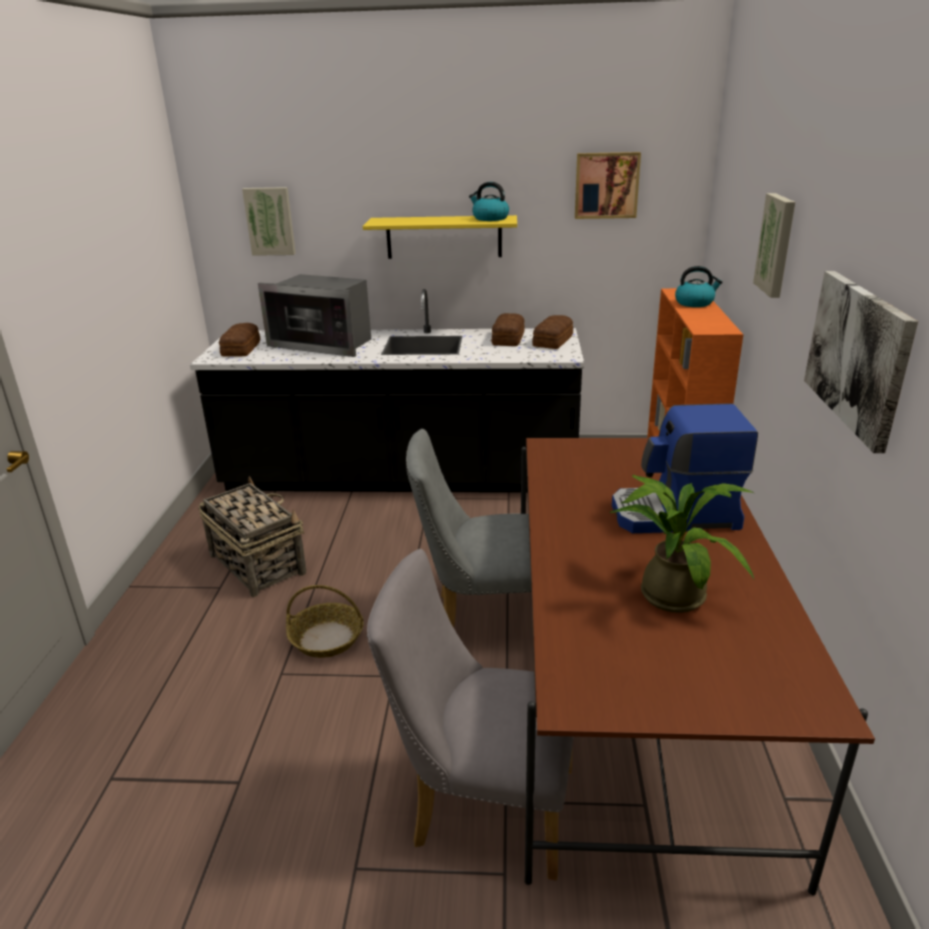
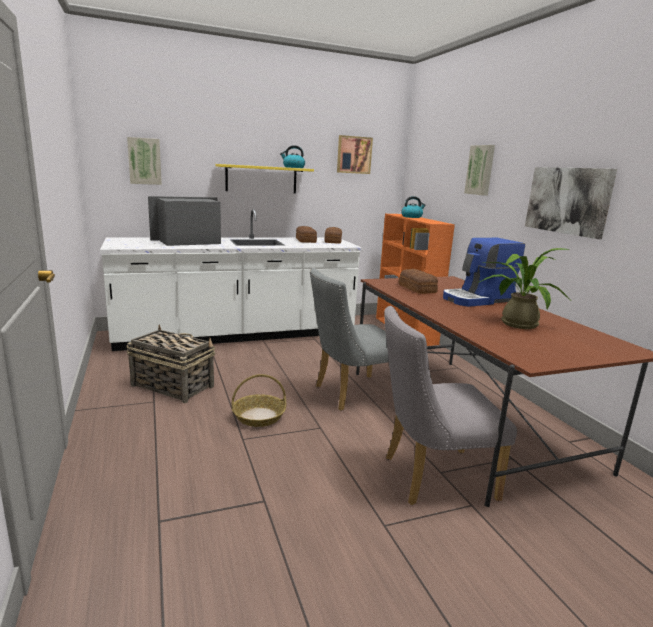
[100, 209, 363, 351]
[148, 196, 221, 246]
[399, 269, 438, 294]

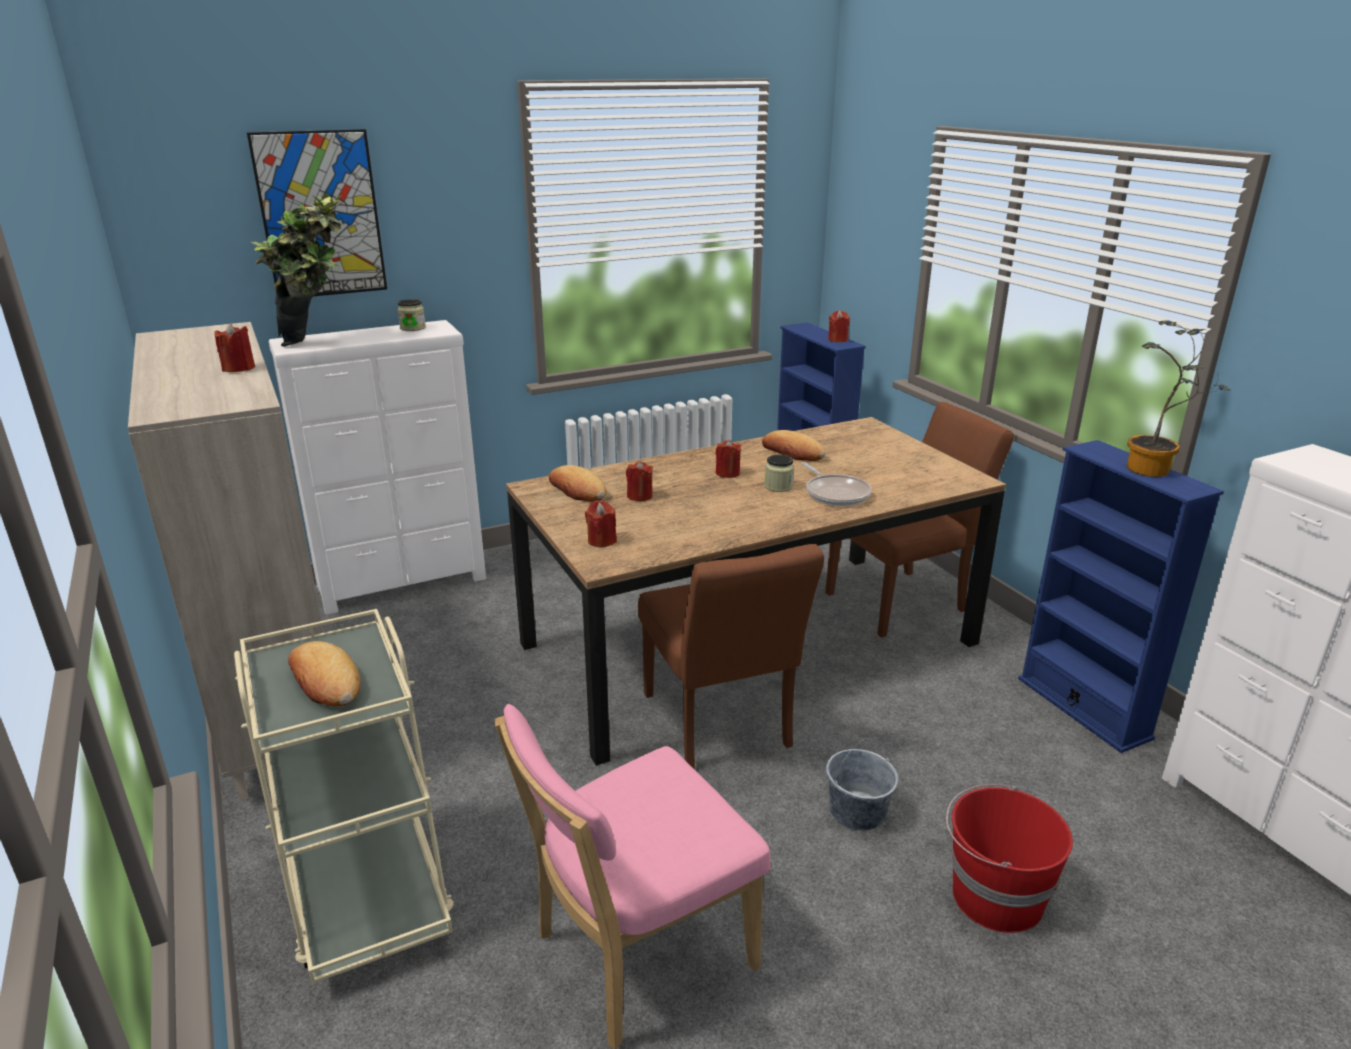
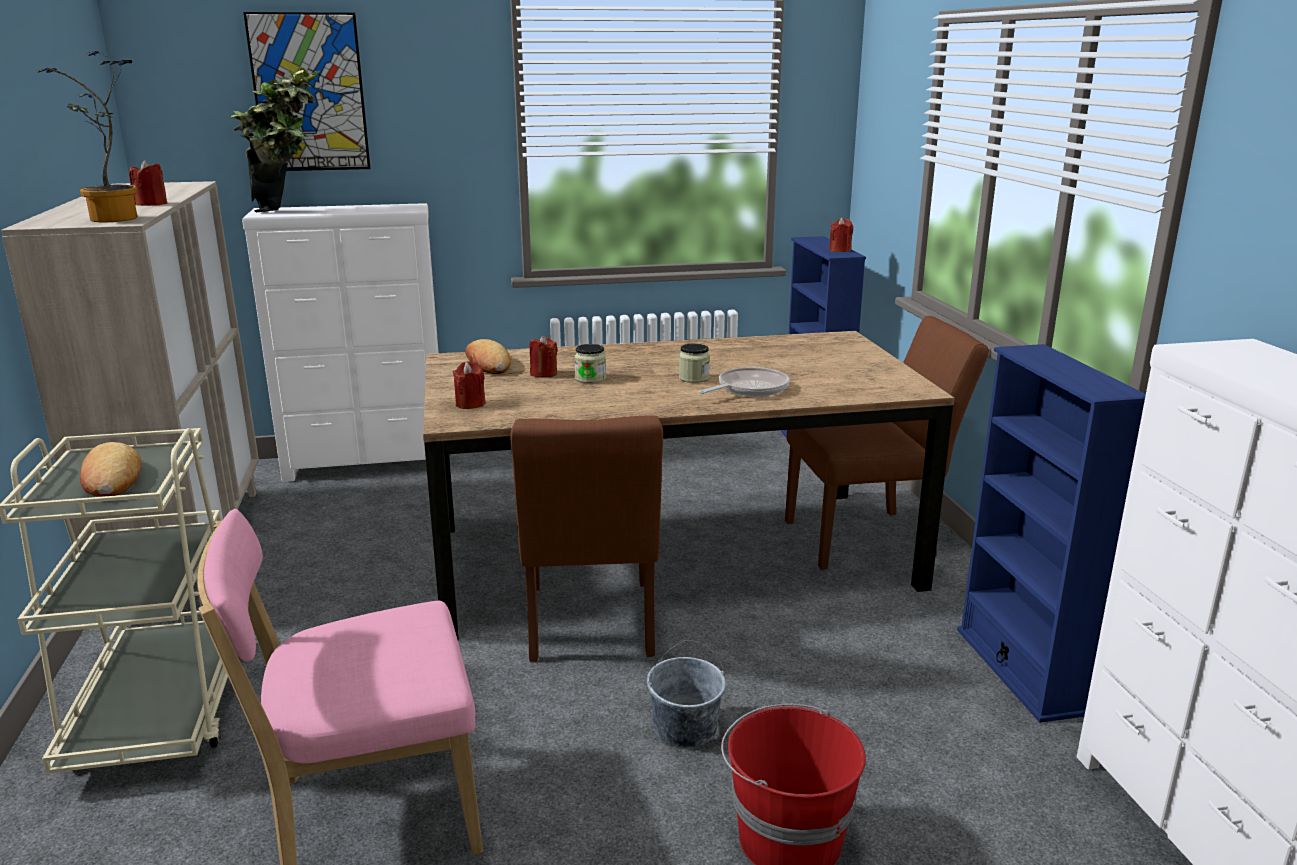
[36, 51, 138, 222]
[575, 344, 606, 383]
[699, 367, 790, 396]
[716, 440, 741, 478] (first image)
[762, 430, 826, 461] (first image)

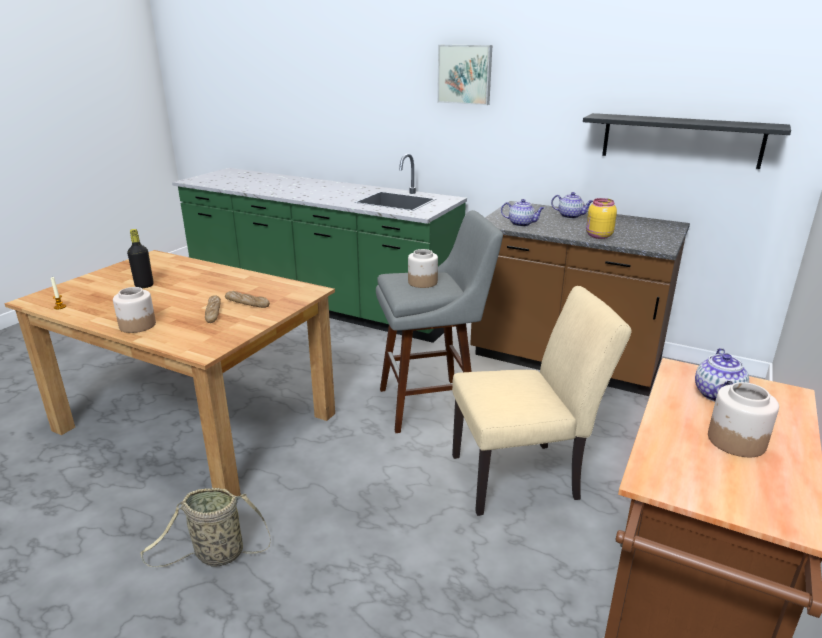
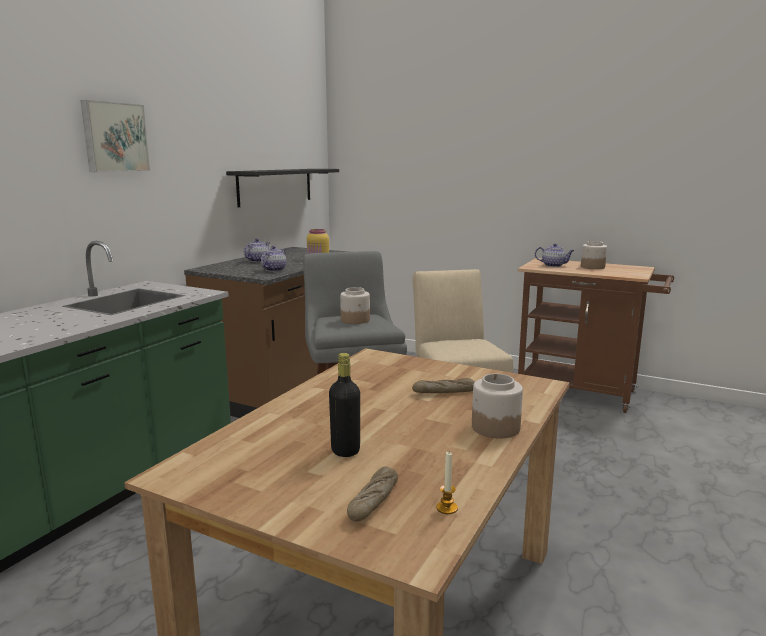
[347, 466, 398, 522]
[140, 488, 271, 567] (first image)

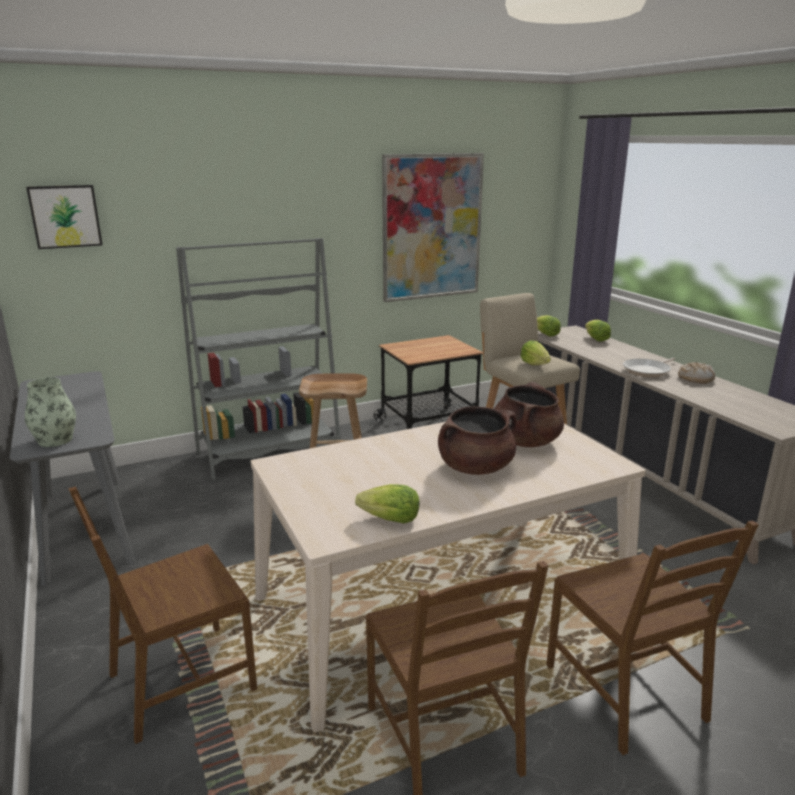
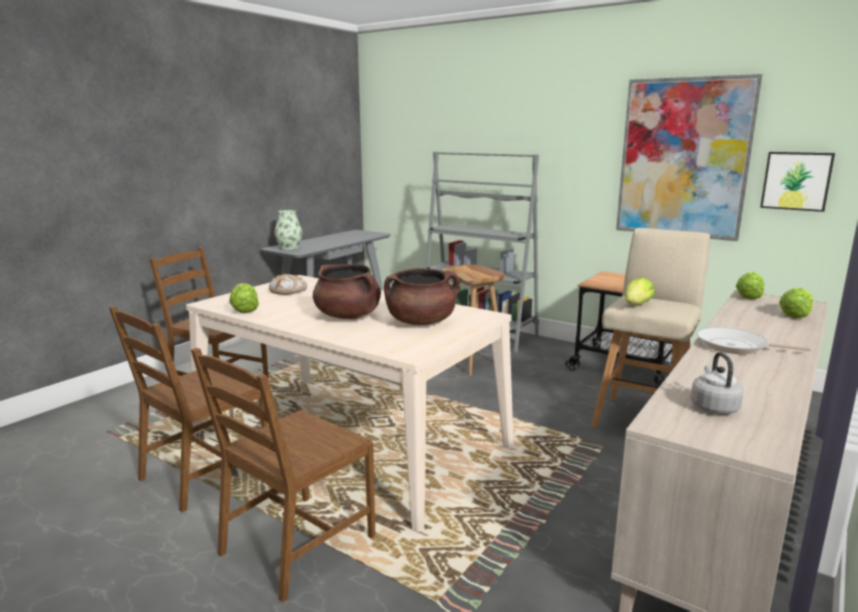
[269, 274, 307, 295]
[691, 352, 744, 415]
[760, 152, 835, 212]

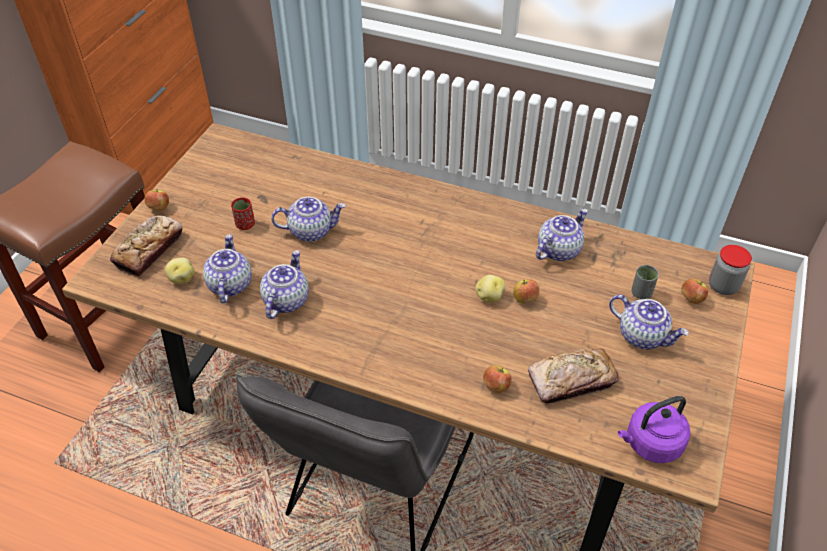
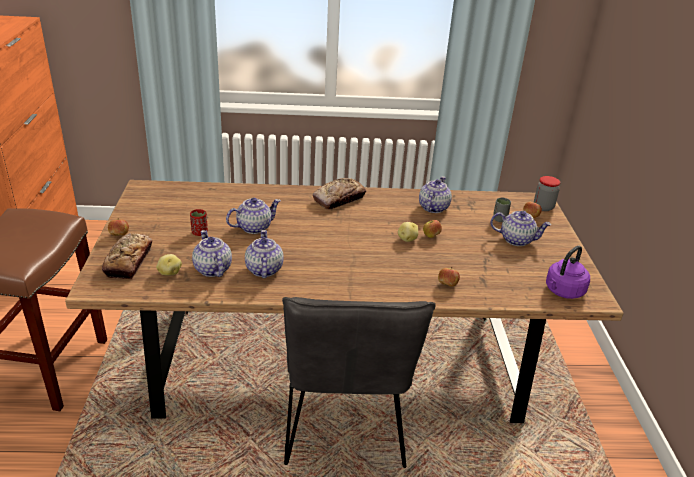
[313, 178, 366, 210]

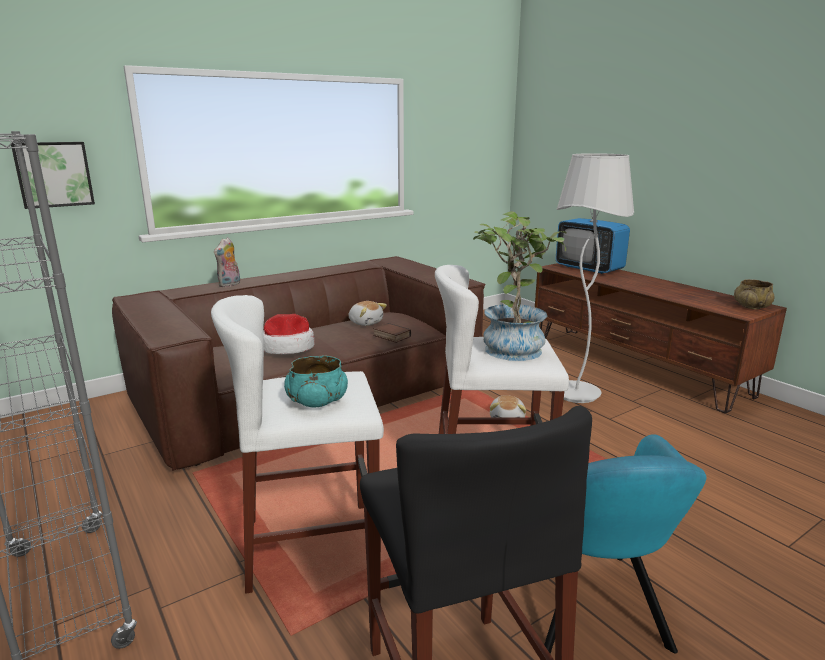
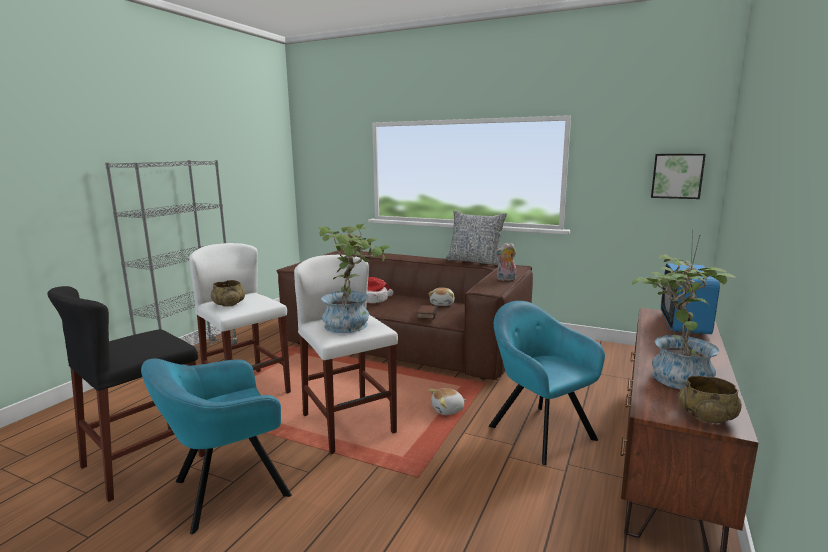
[211, 280, 245, 307]
[445, 210, 507, 265]
[489, 301, 605, 465]
[495, 243, 516, 281]
[632, 254, 736, 390]
[651, 154, 706, 199]

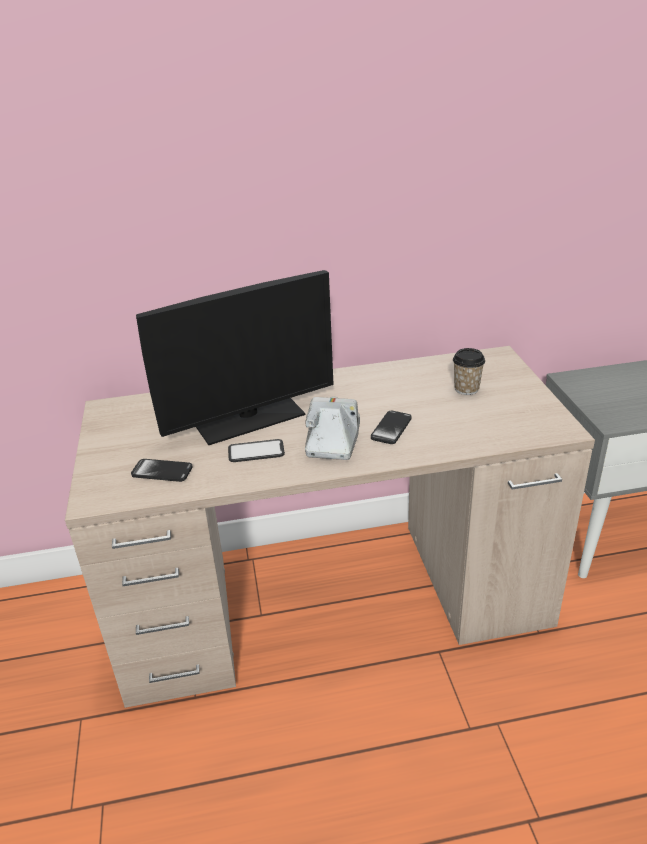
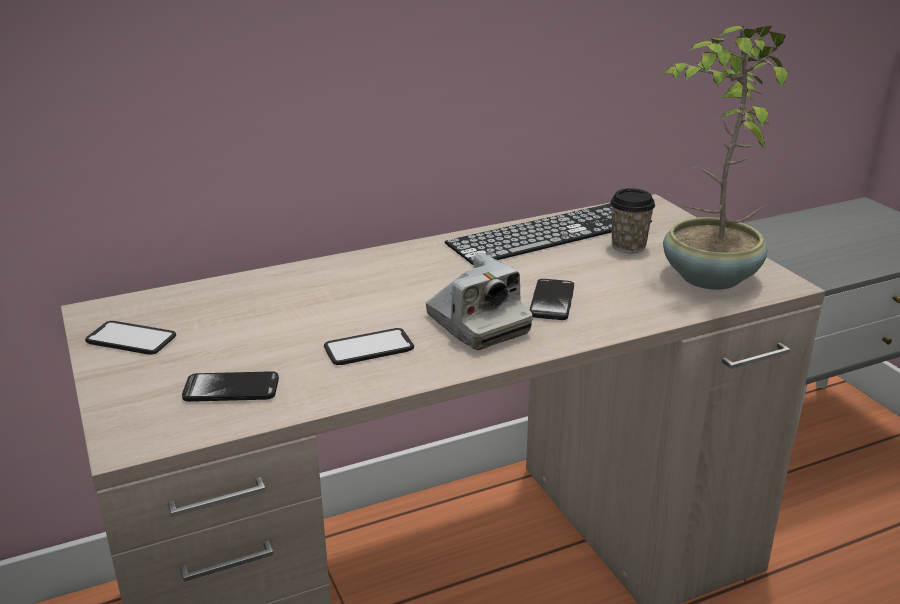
[85, 321, 176, 355]
[426, 253, 533, 350]
[445, 204, 652, 266]
[663, 25, 788, 290]
[136, 270, 334, 445] (first image)

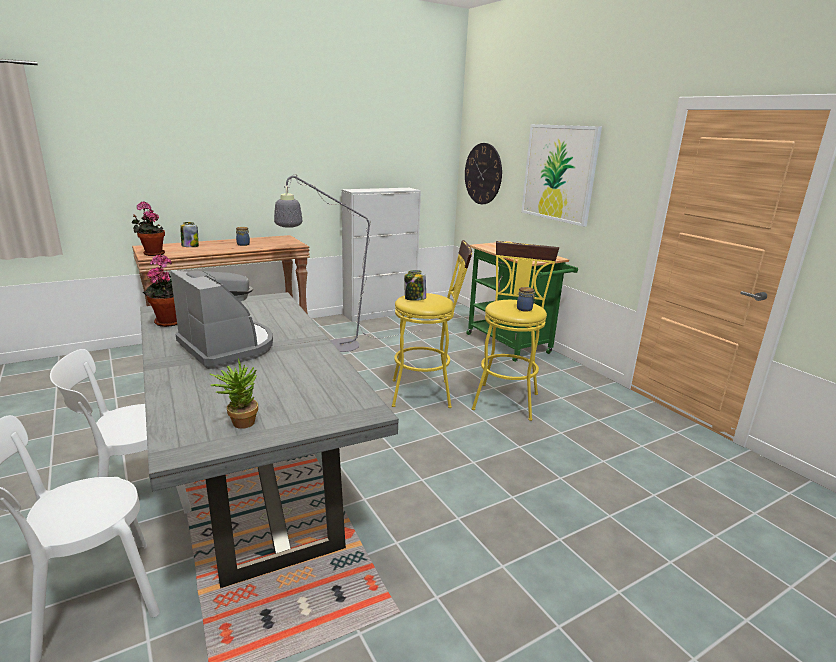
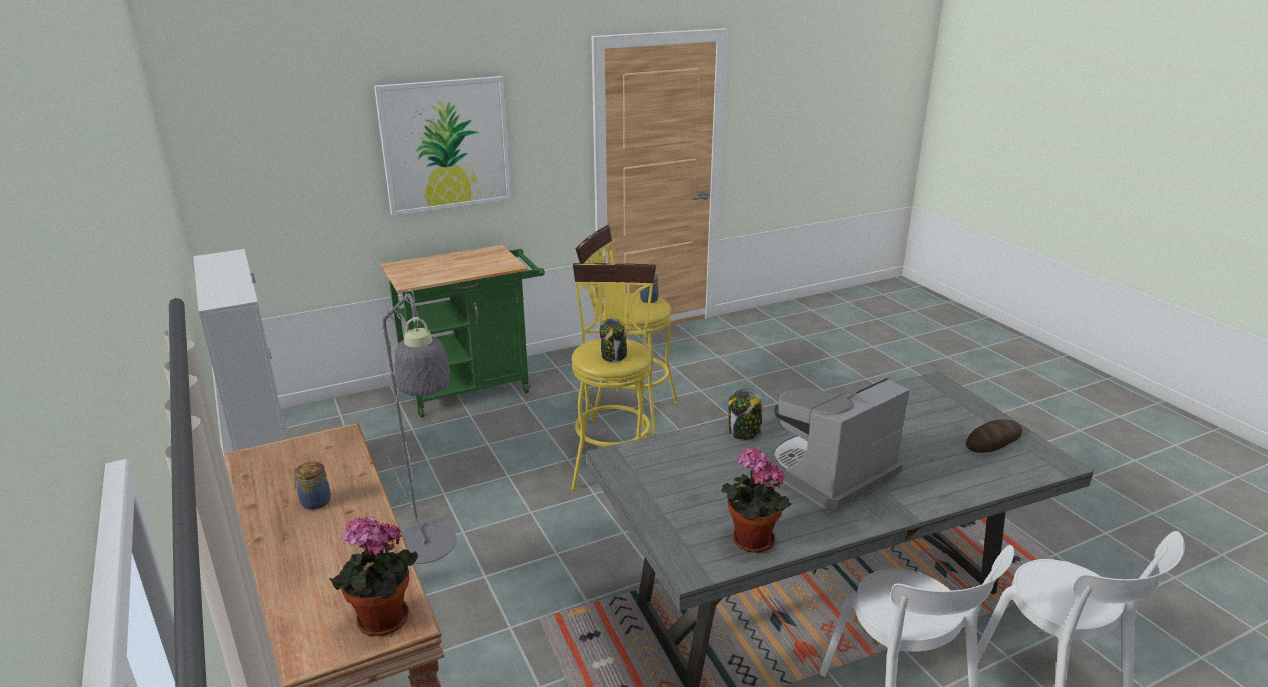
[728, 389, 763, 440]
[966, 419, 1022, 453]
[465, 143, 502, 204] (first image)

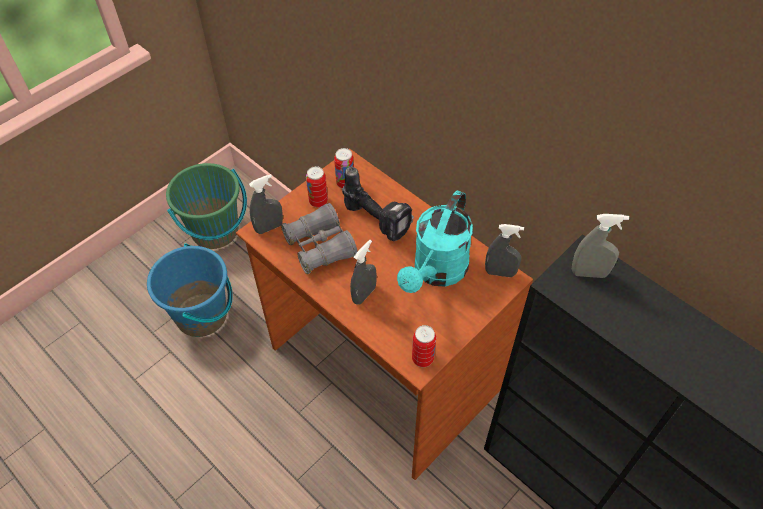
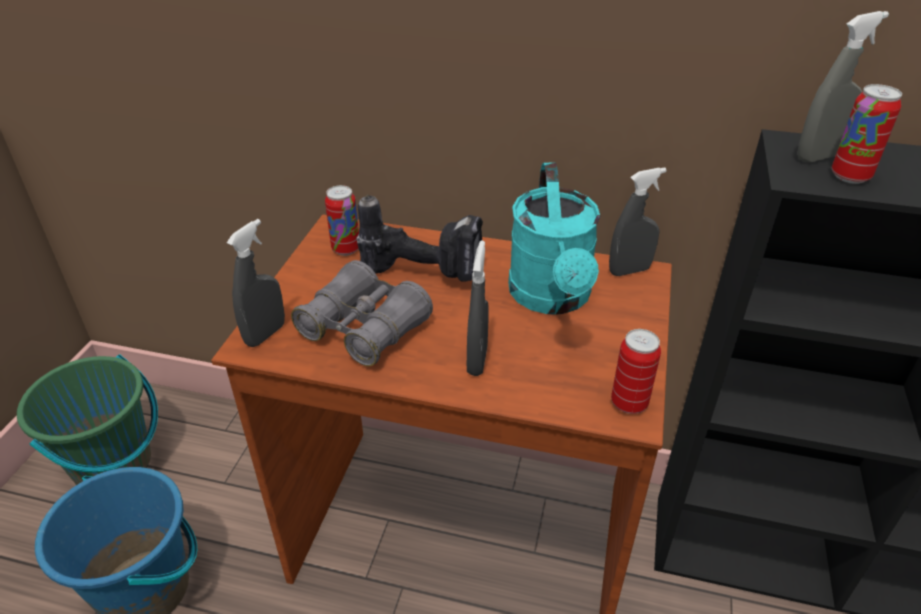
[832, 84, 902, 184]

